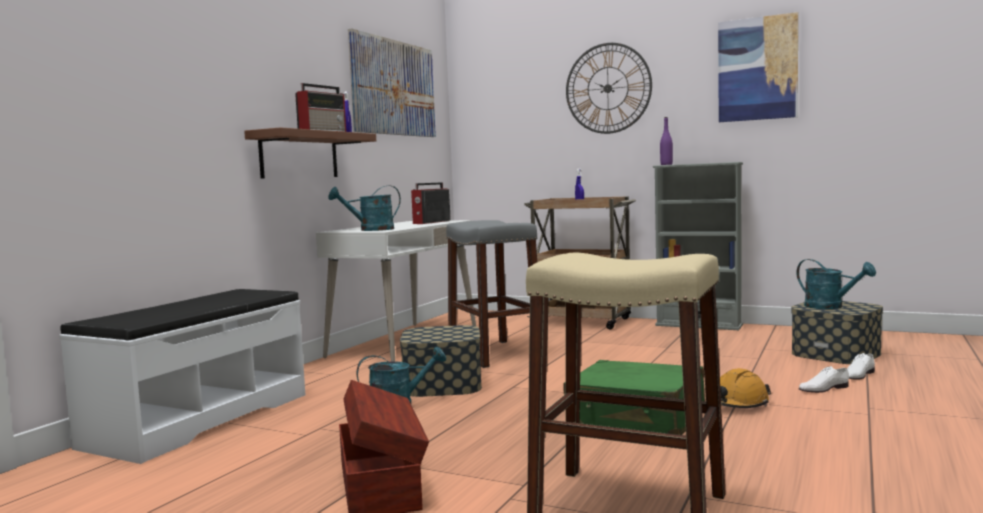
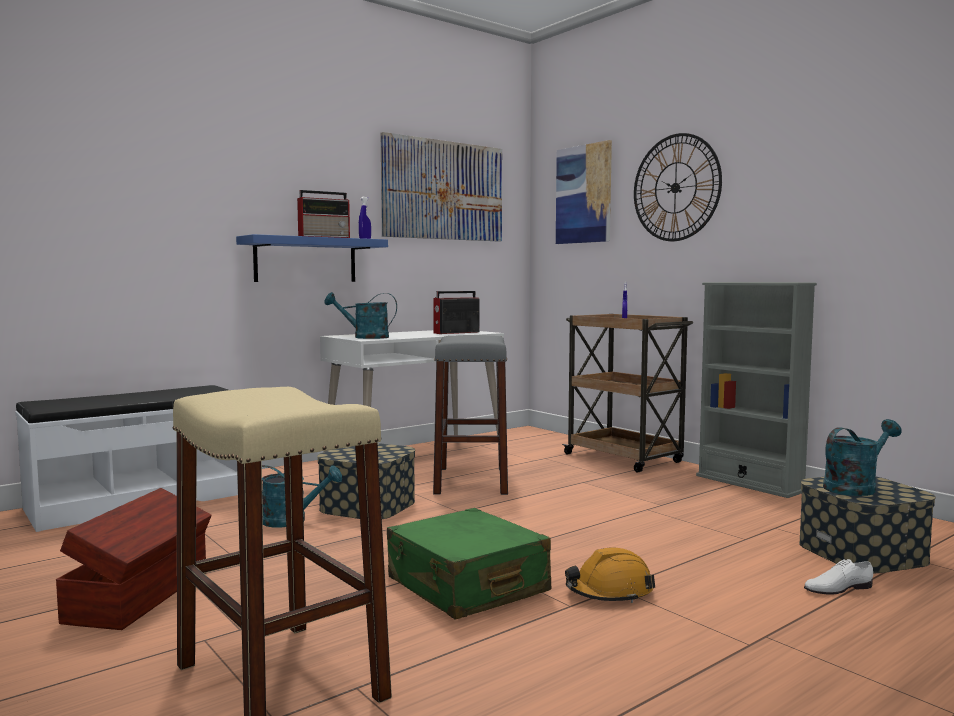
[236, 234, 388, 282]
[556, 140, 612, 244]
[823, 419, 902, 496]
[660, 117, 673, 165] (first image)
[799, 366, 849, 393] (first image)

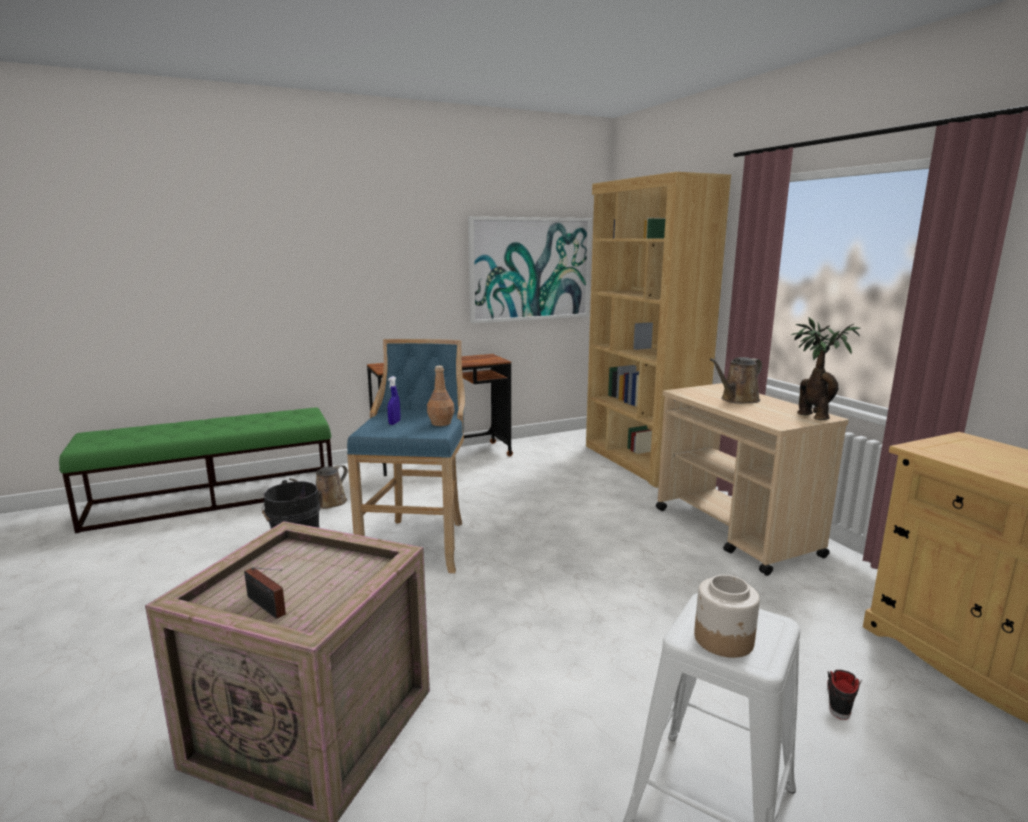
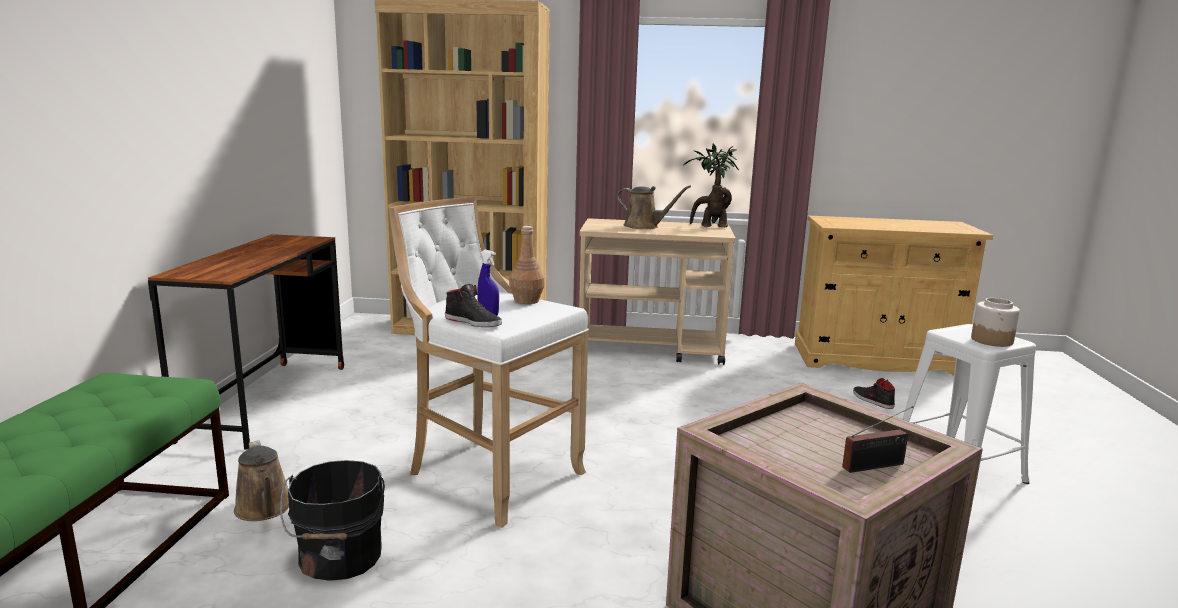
[389, 197, 589, 528]
[445, 284, 502, 327]
[617, 185, 691, 229]
[468, 216, 592, 323] (first image)

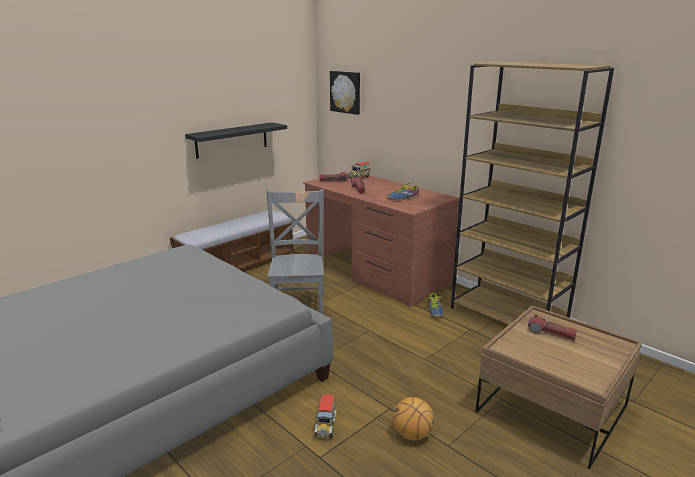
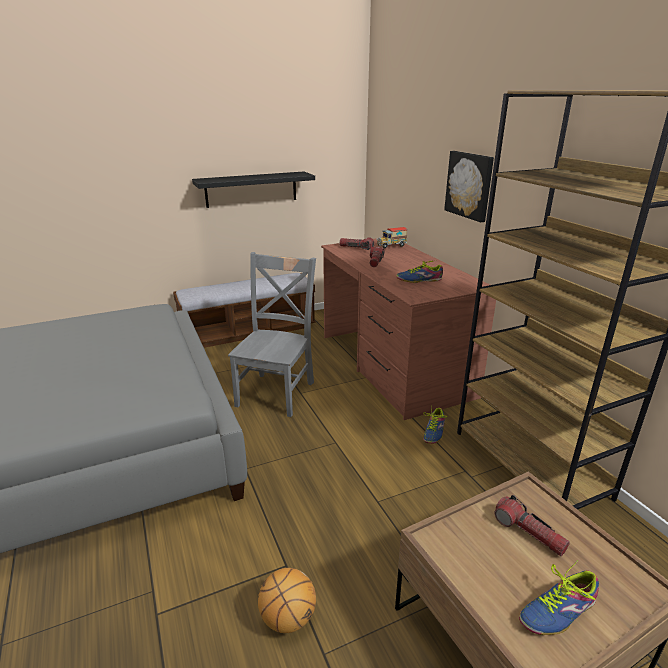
[444, 151, 494, 222]
[519, 560, 599, 635]
[314, 394, 337, 438] (first image)

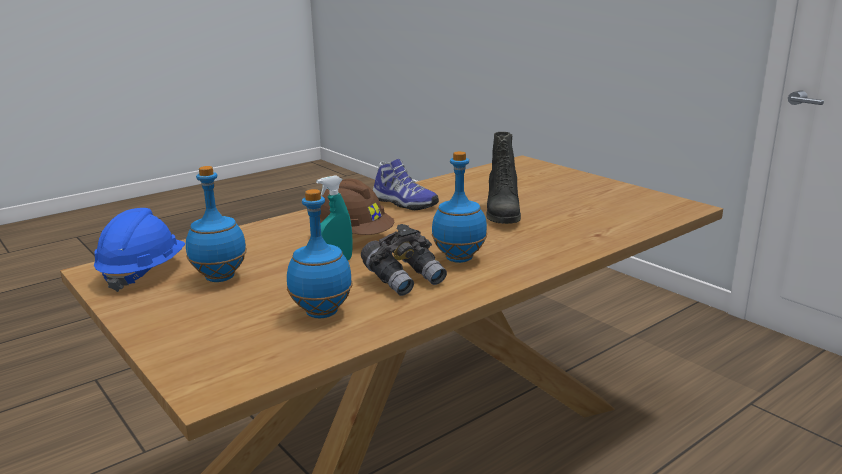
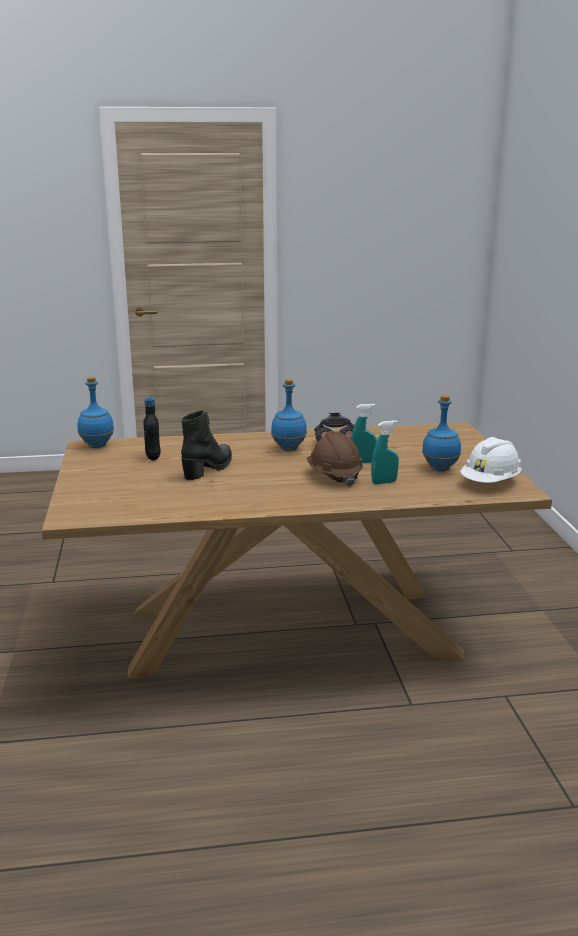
[78, 377, 114, 448]
[143, 397, 161, 460]
[371, 420, 399, 485]
[460, 437, 522, 483]
[373, 159, 439, 211] (first image)

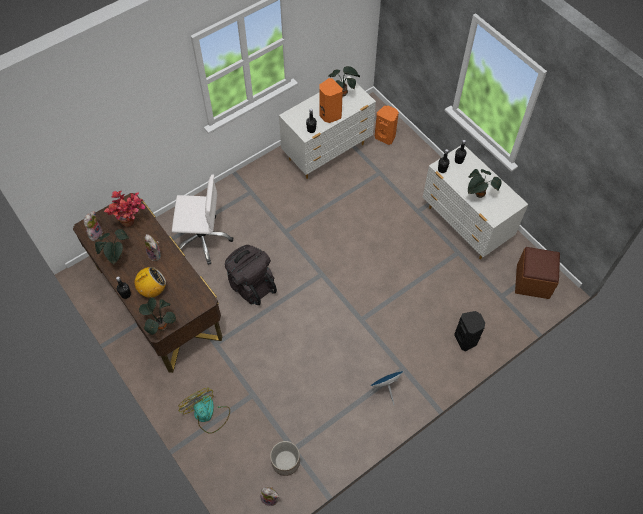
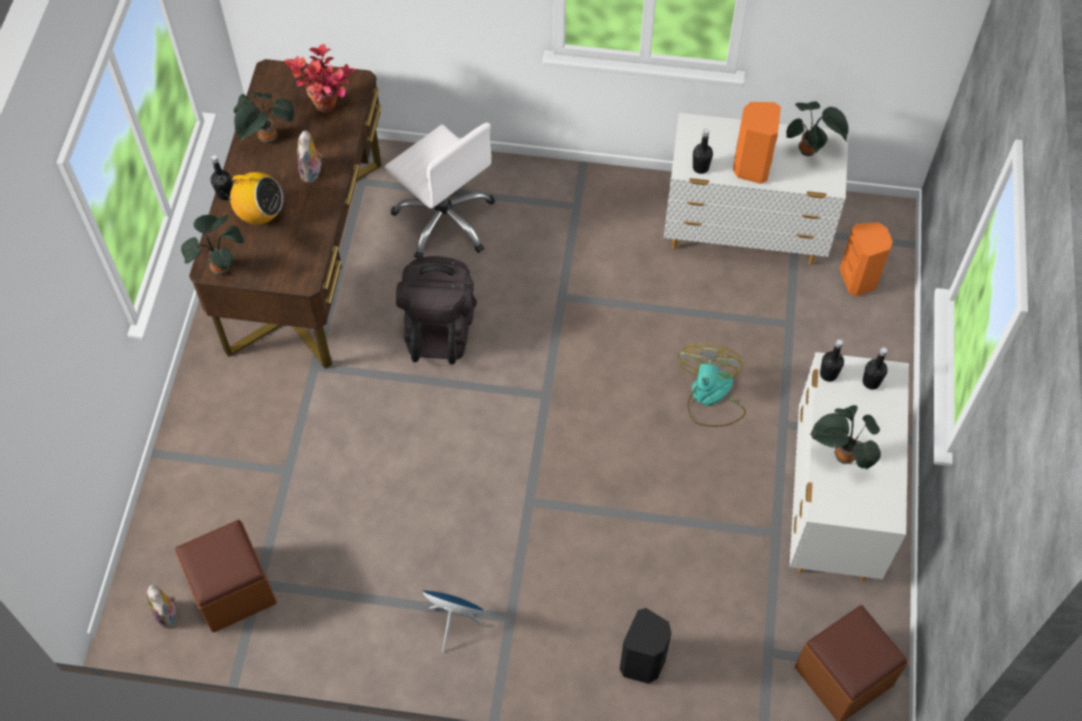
[175, 520, 277, 633]
[678, 343, 746, 427]
[84, 211, 103, 241] (first image)

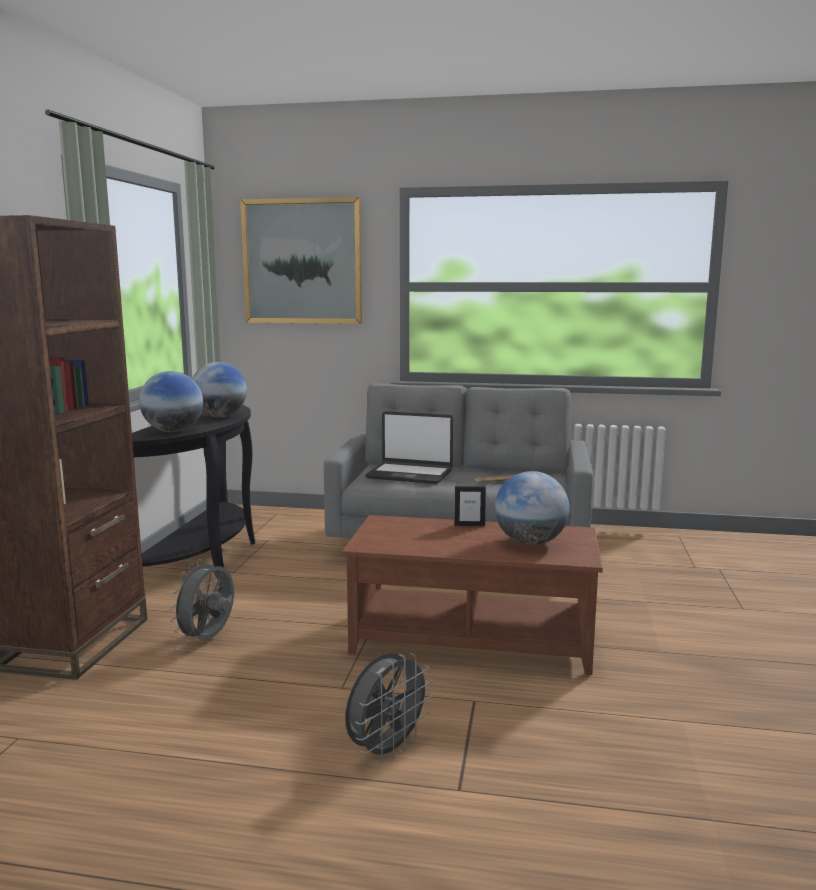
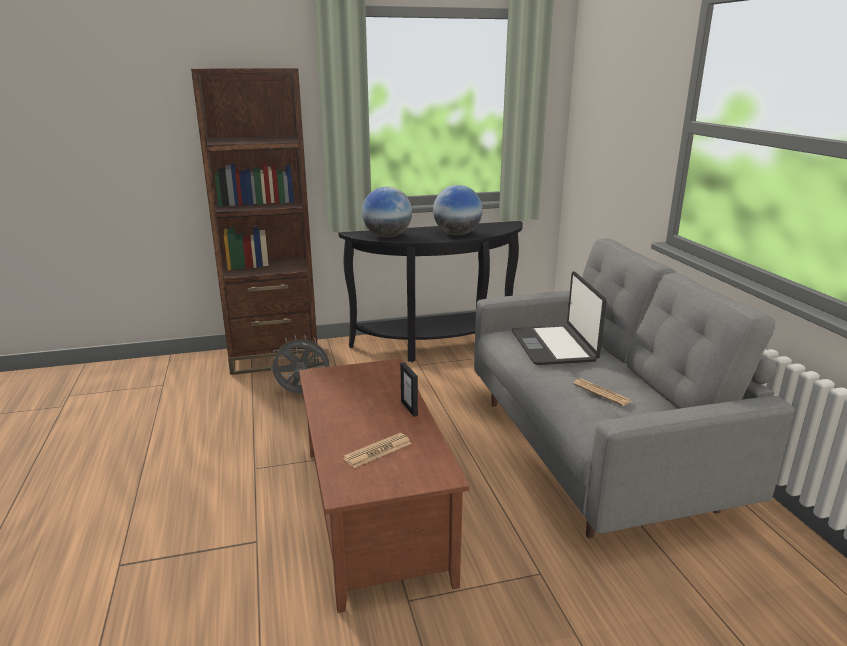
[343, 433, 412, 468]
[240, 197, 362, 324] (first image)
[345, 653, 433, 763] (first image)

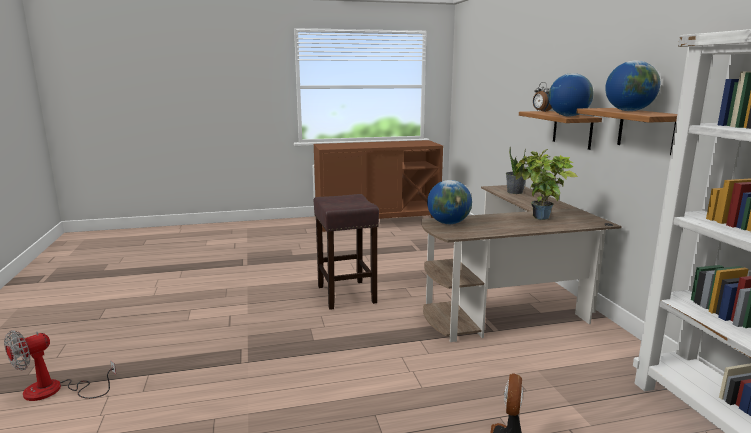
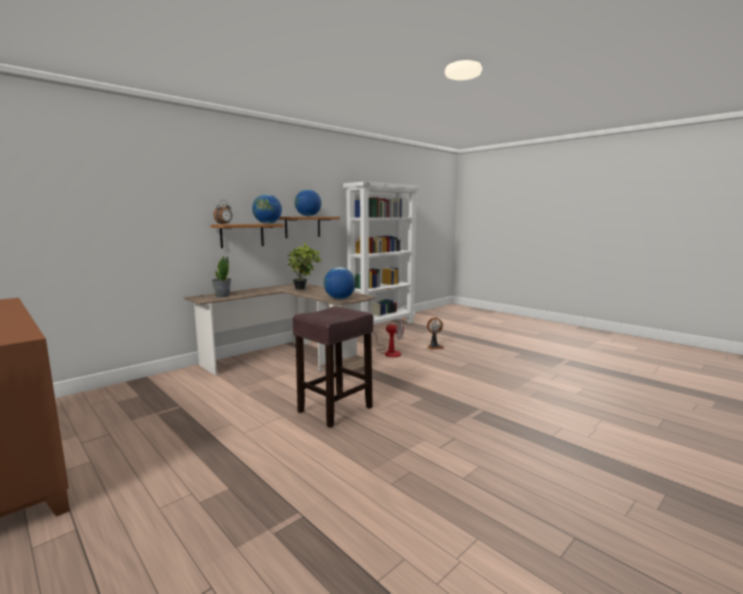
[373, 319, 404, 357]

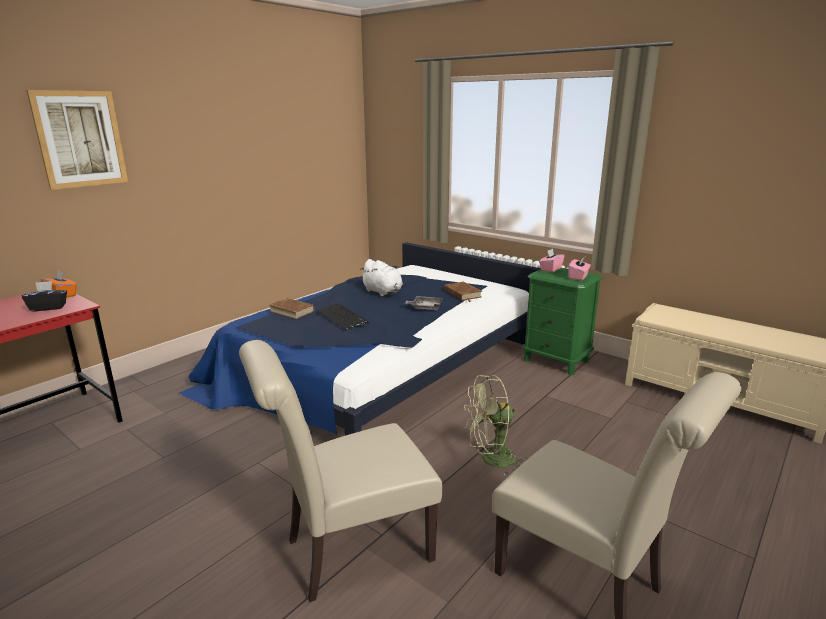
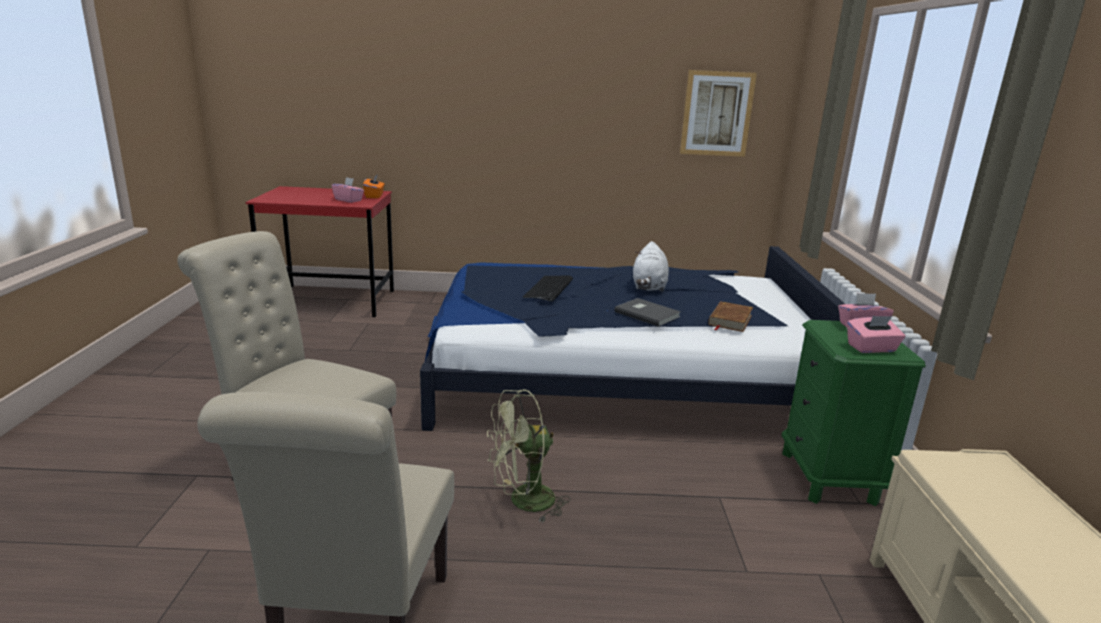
[332, 177, 364, 203]
[487, 390, 571, 523]
[615, 298, 681, 327]
[680, 70, 757, 157]
[269, 298, 315, 319] (first image)

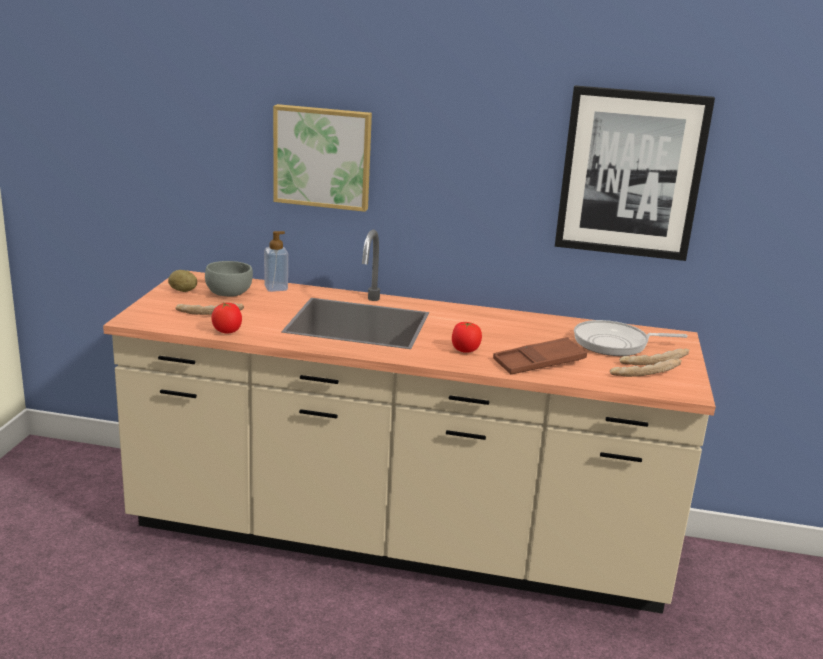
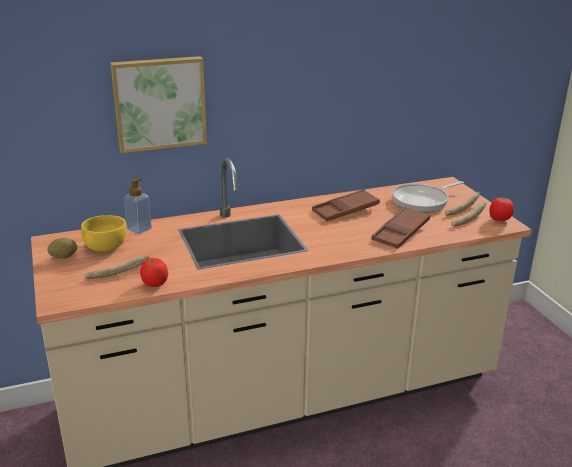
[81, 215, 127, 252]
[312, 189, 380, 221]
[489, 198, 514, 221]
[555, 85, 715, 261] (first image)

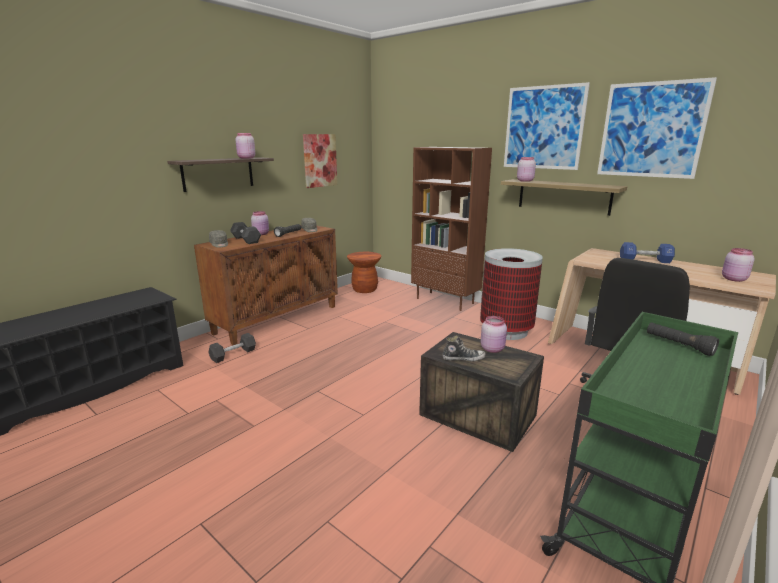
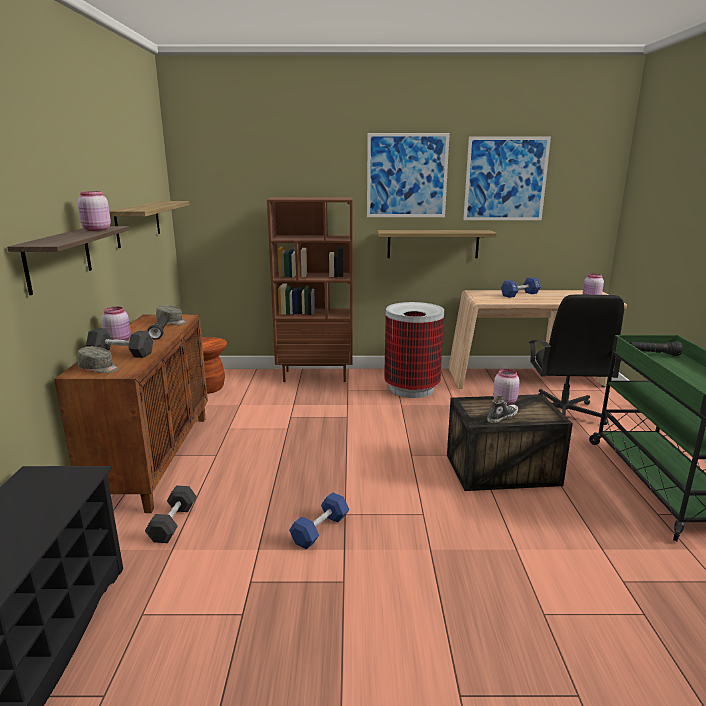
[109, 201, 190, 248]
[289, 492, 349, 549]
[517, 157, 536, 182] (first image)

